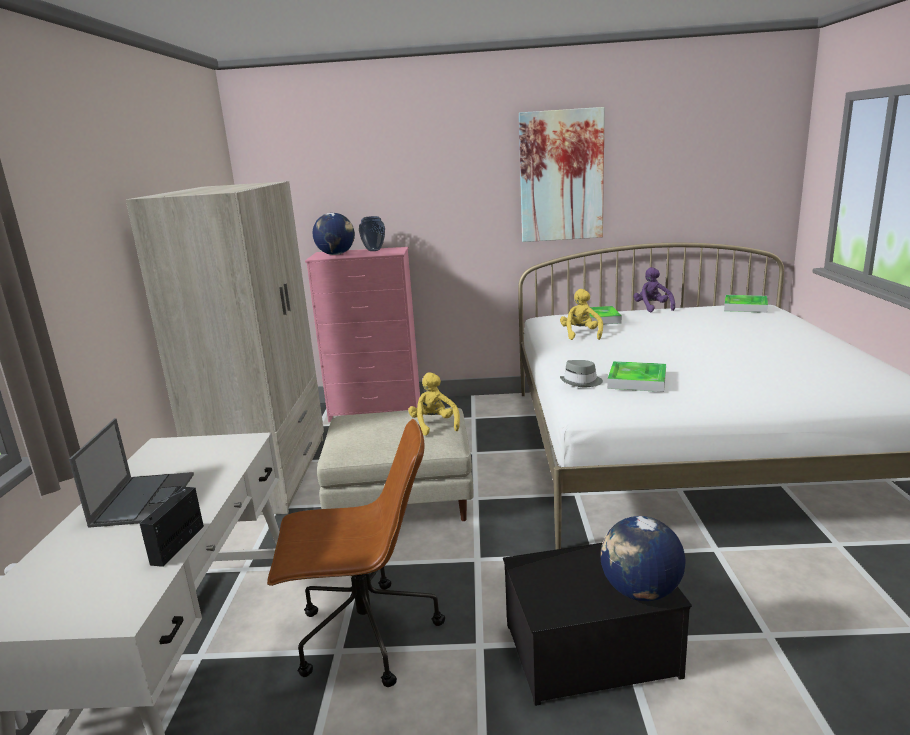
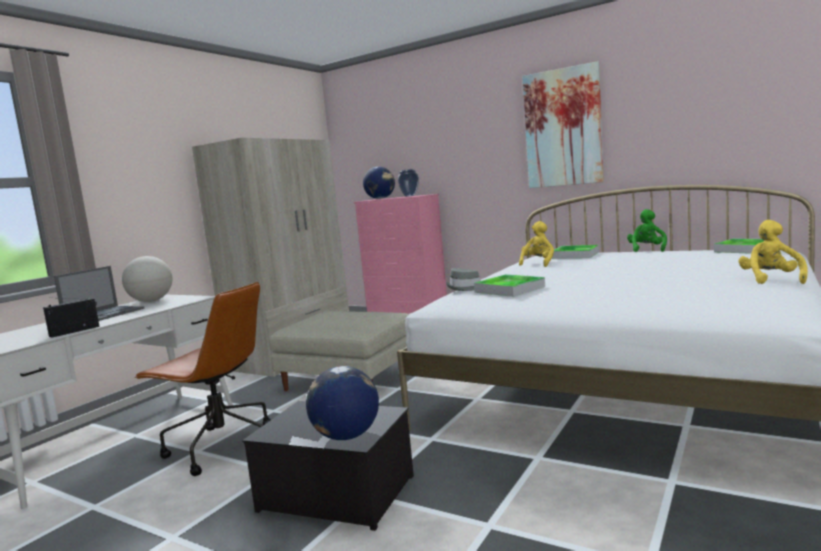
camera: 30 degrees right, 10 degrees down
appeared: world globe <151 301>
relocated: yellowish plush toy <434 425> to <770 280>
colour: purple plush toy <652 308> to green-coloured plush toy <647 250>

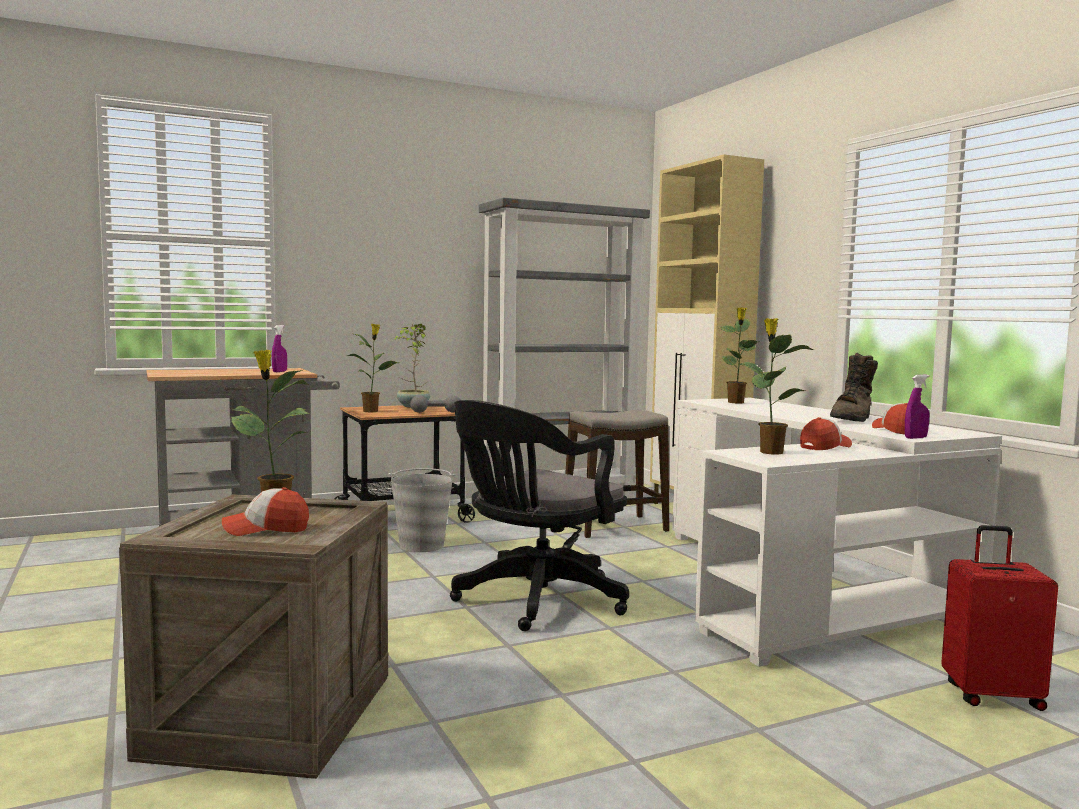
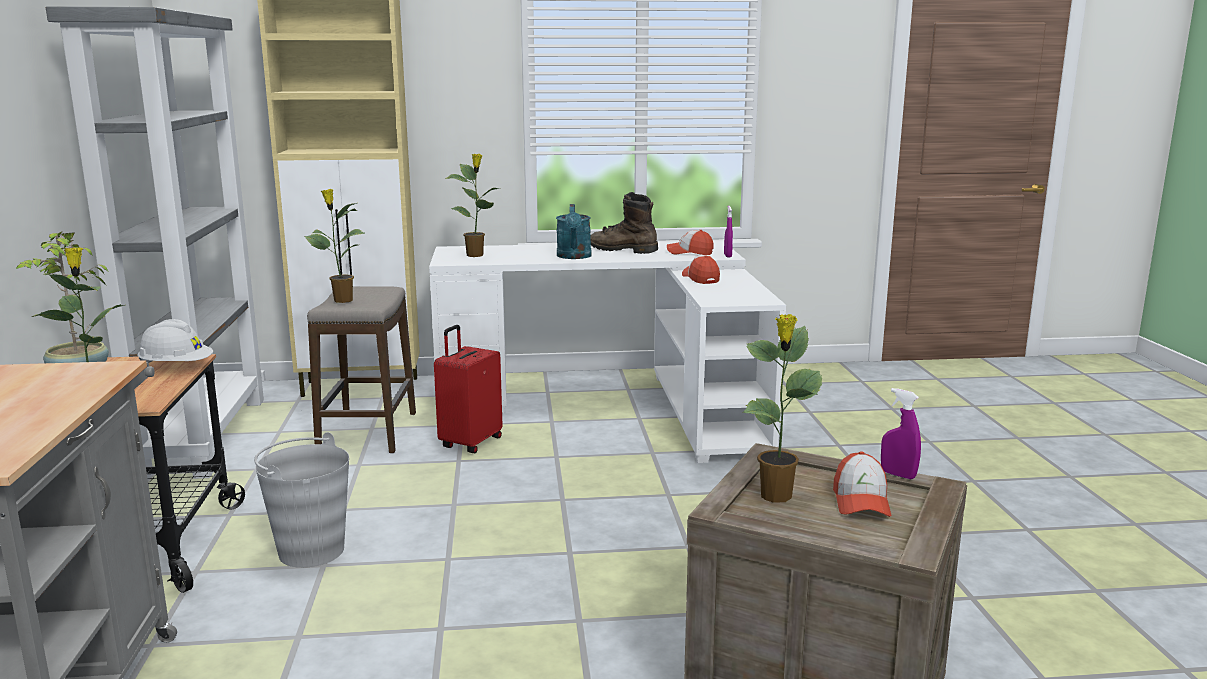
camera: 70 degrees left, 10 degrees up
missing: black computer chair <534 601>
appeared: turquoise-coloured watering can <574 257>
relocated: purple spray bottle <279 371> to <898 475>; houseplant <770 452> to <342 300>; red-coloured suitcase <991 695> to <470 443>
exchanged: greyish dumbbell <436 412> to whitish safety helmet <177 367>
spun: brown-coloured high-top boot <852 419> = <622 250> 150 degrees clockwise

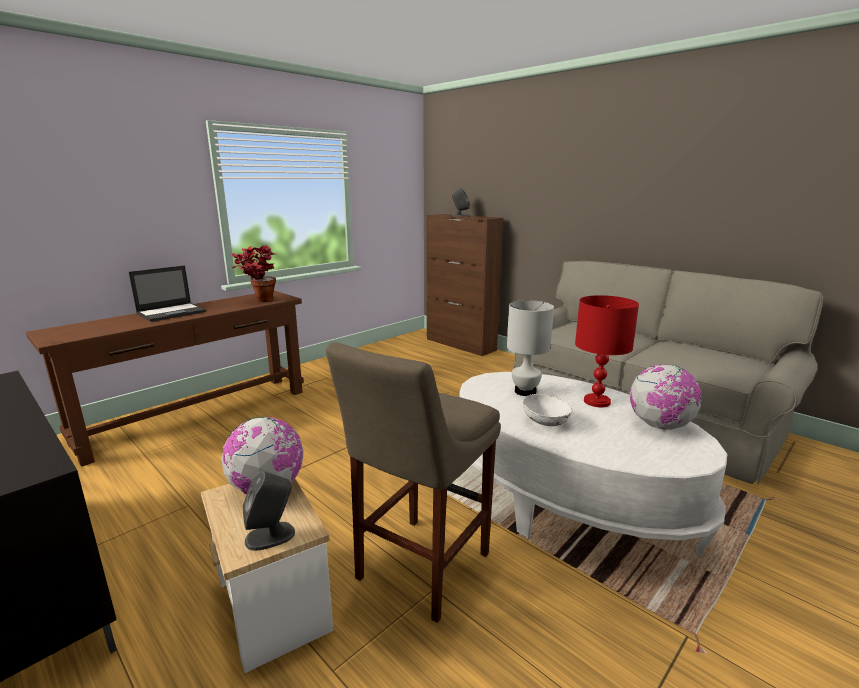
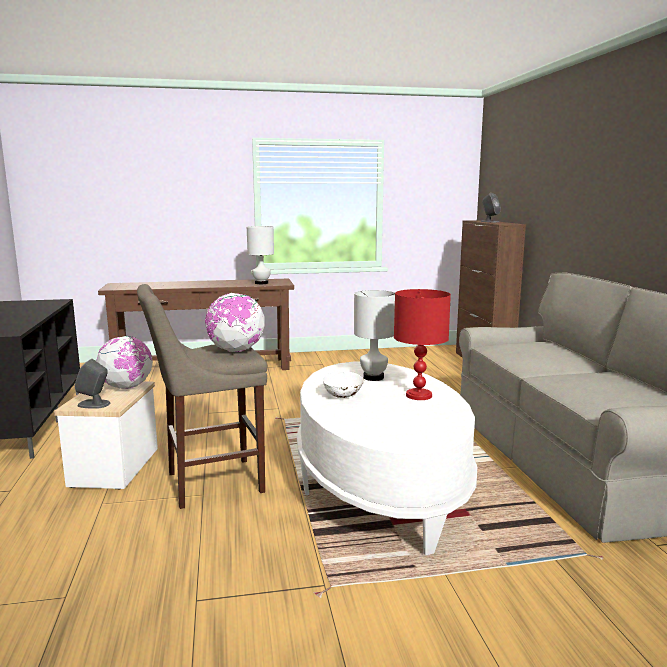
camera: 35 degrees right, 5 degrees down
missing: notebook computer <172 312>
relocated: world globe <660 426> to <236 351>
exchanged: houseplant <259 301> to whitish lamp for a table <261 283>

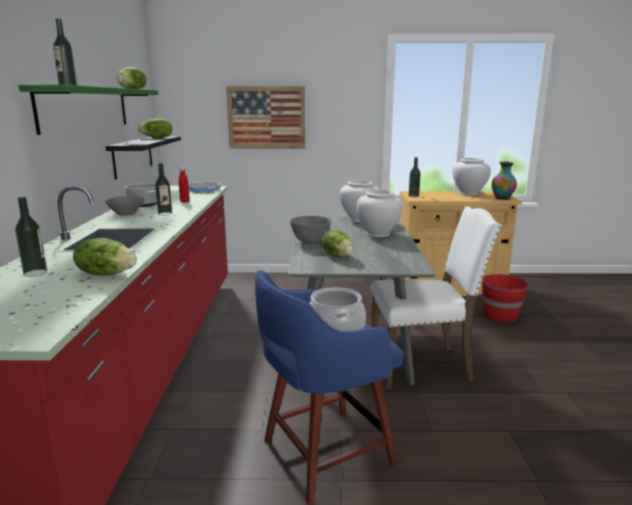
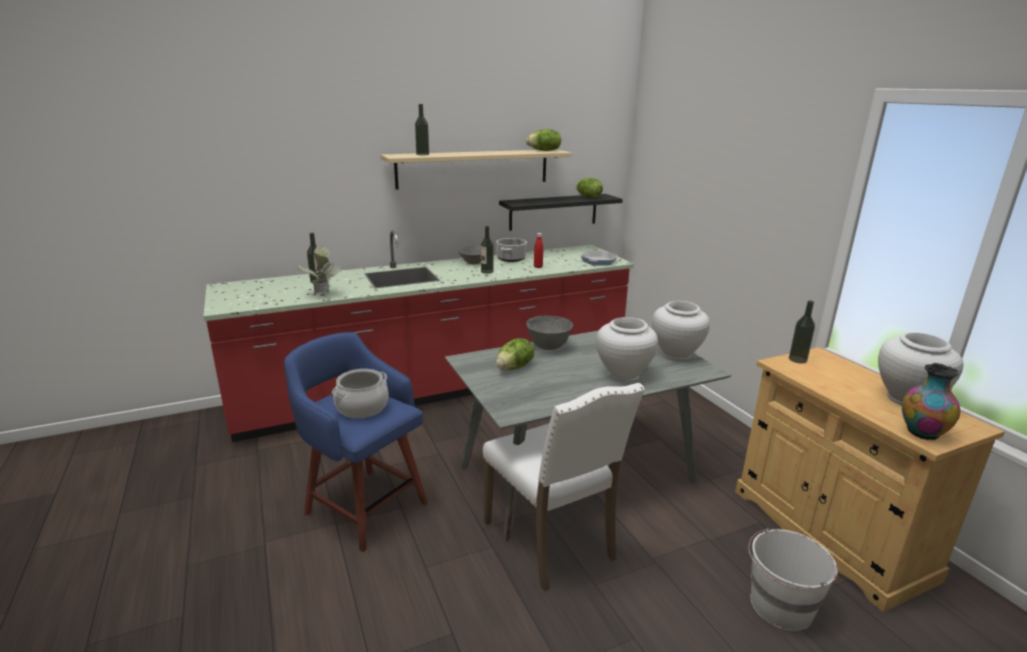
camera: 65 degrees right, 5 degrees up
missing: wall picture <266 117>
exchanged: lettuce <106 273> to houseplant <322 295>
colour: green-coloured wall shelf <86 108> to beige-coloured wall shelf <473 168>; red-coloured water bucket <500 316> to whitish water bucket <780 606>

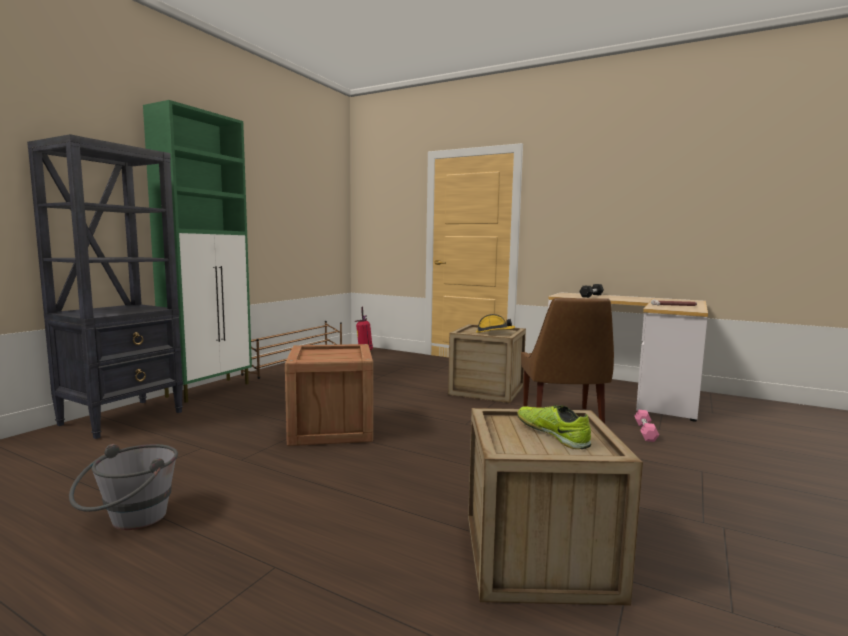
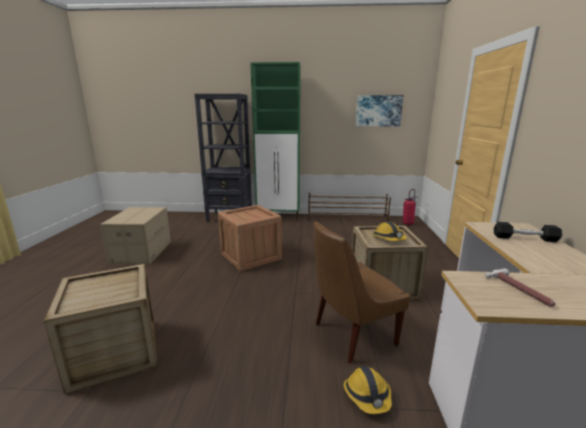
camera: 65 degrees right, 10 degrees up
missing: item of footwear <552 434>
appeared: wall picture <378 110>
exchanged: greyish water bucket <129 522> to cardboard box <141 252>; pink dumbbell <645 431> to safety helmet <367 395>

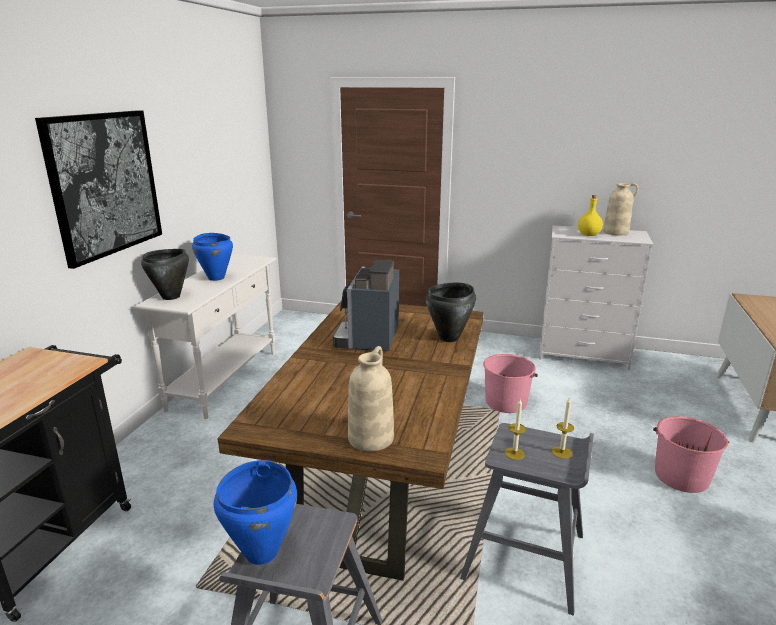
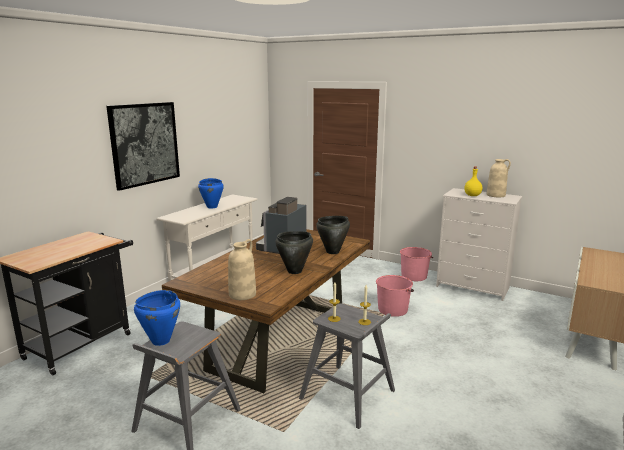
camera: 15 degrees right, 5 degrees down
relocated: black stockpot <171 297> to <295 271>; pink water bucket <681 476> to <414 276>

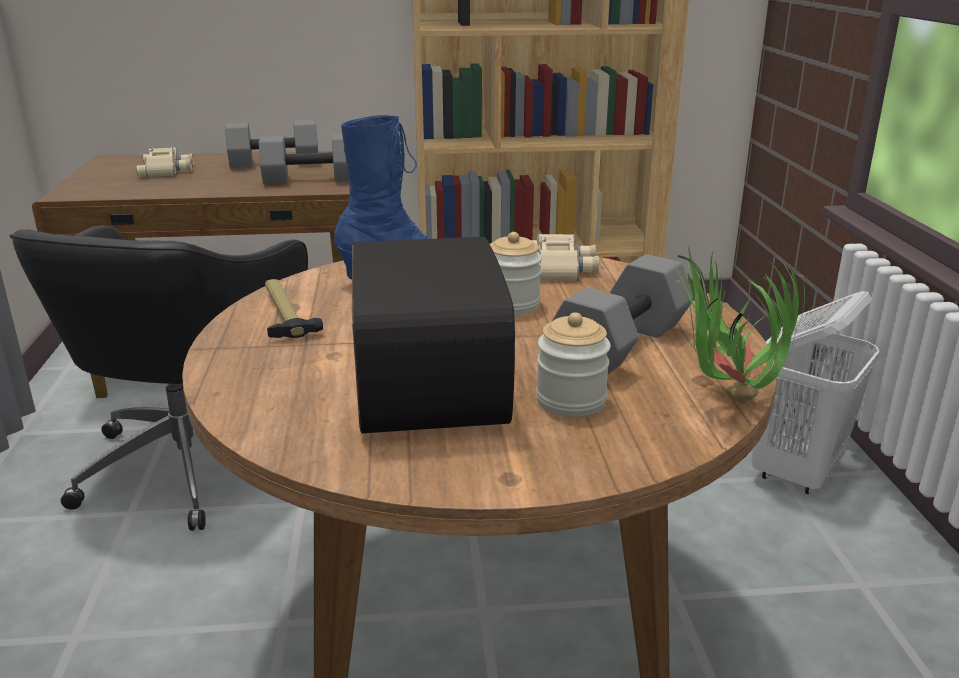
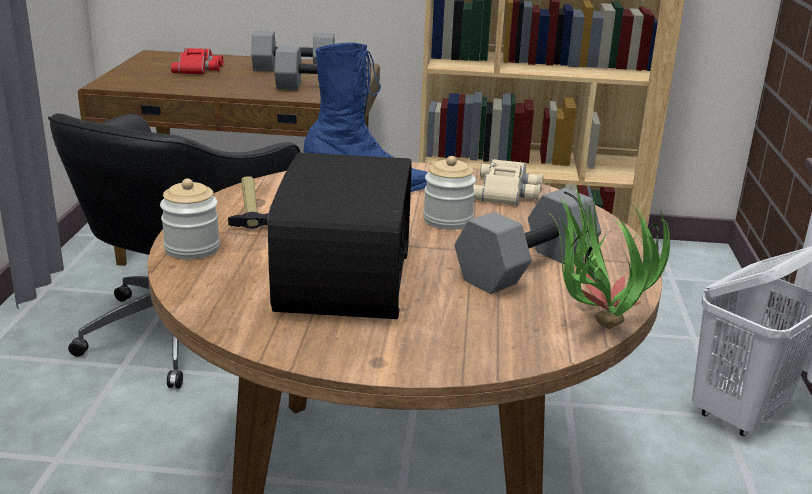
camera: 10 degrees right, 0 degrees up
relocated: jar <571 401> to <192 248>
colour: beige-coloured pair of binoculars <167 170> to red-coloured pair of binoculars <199 68>

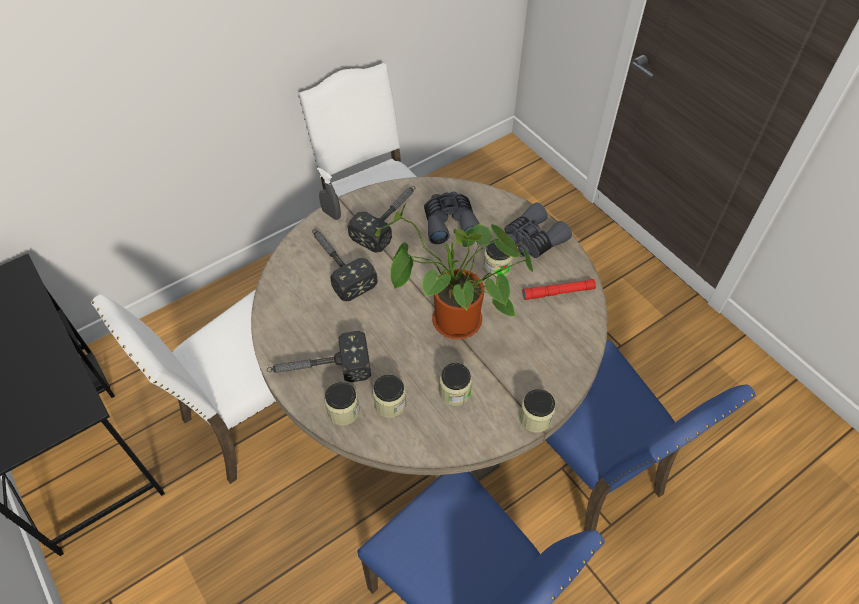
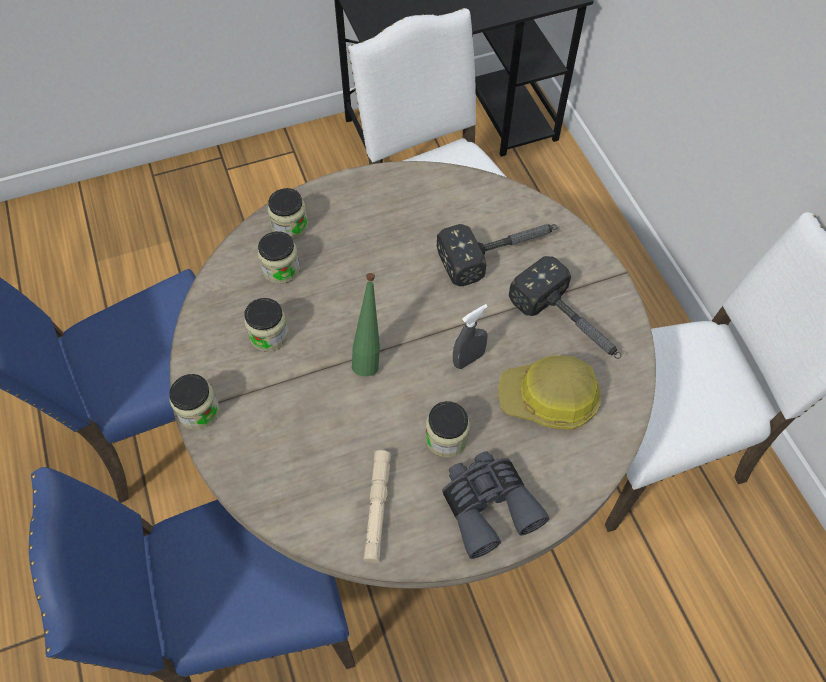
camera: 105 degrees right, 5 degrees up
missing: hammer <319 369>
relocated: greyish spray bottle <331 214> to <468 359>
exchanged: houseplant <451 323> to green-coloured drink bottle <369 356>; greyish pair of binoculars <449 222> to safety helmet <549 399>
colour: red-coloured torch <558 292> to beige-coloured torch <377 508>

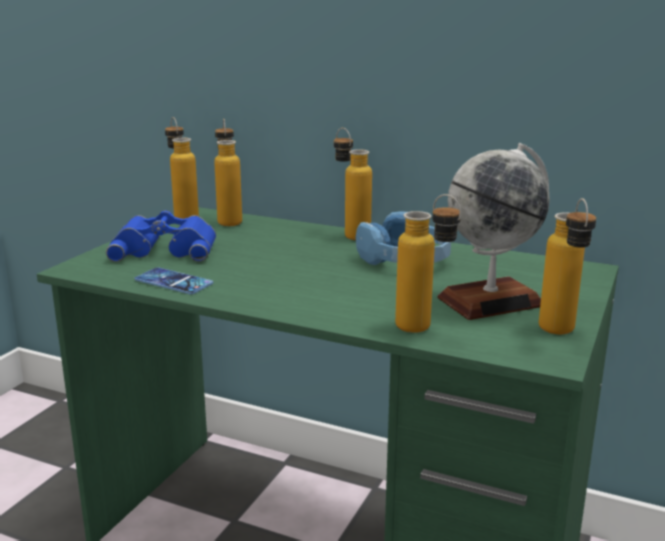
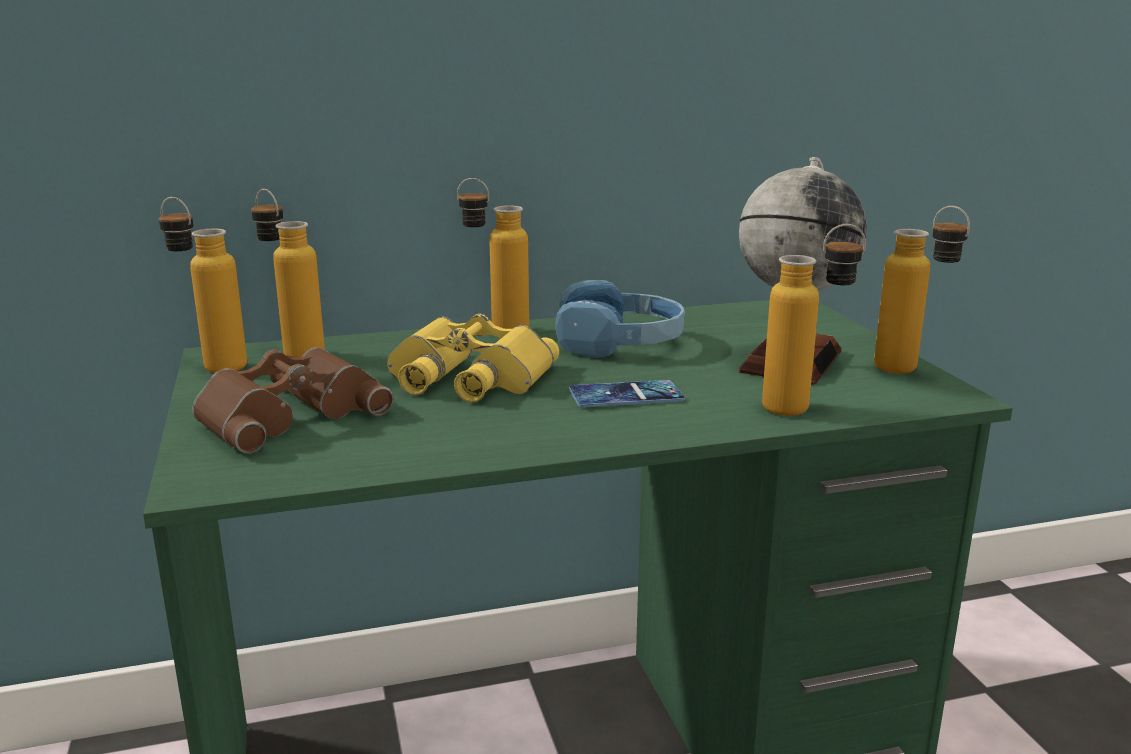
camera: 40 degrees left, 0 degrees up
appeared: yellowish pair of binoculars <467 377>
relocated: handset <173 282> to <626 395>
colour: blue-coloured pair of binoculars <166 248> to brown-coloured pair of binoculars <288 413>

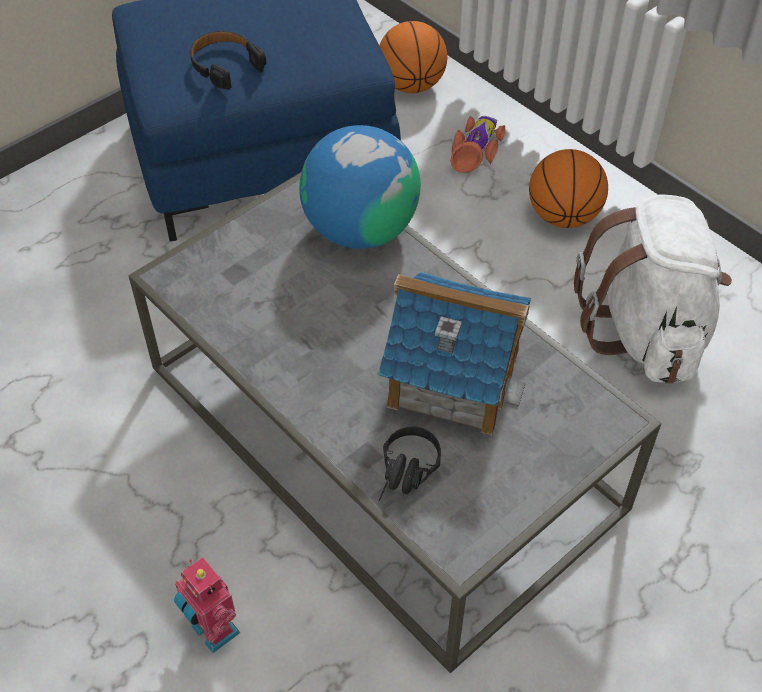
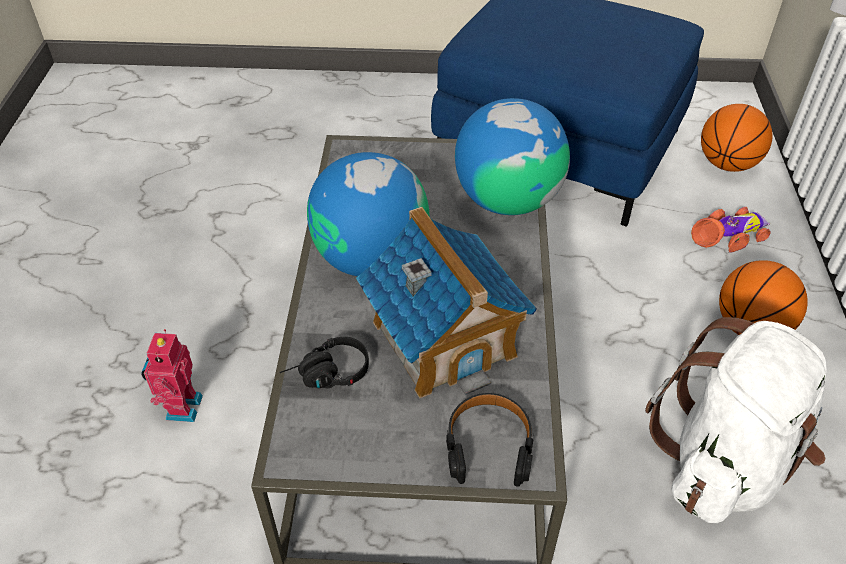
camera: 45 degrees right, 5 degrees down
appeared: world globe <371 258>
relocated: black headset <225 65> to <489 445>

